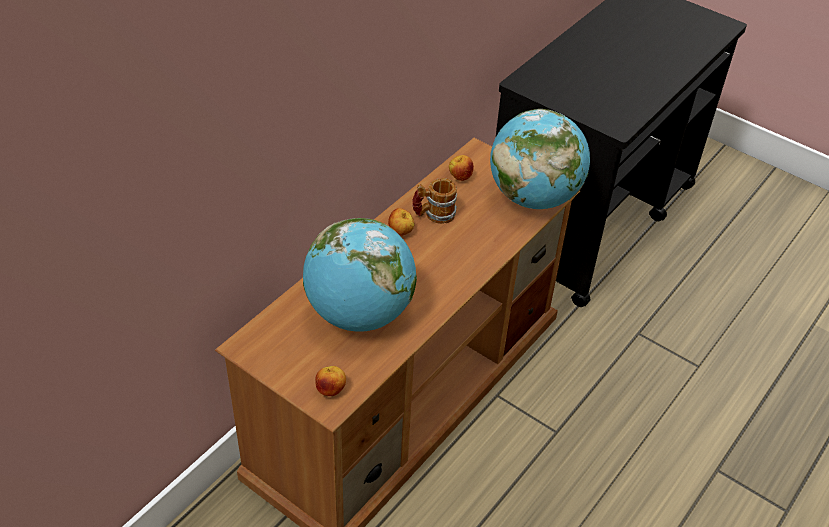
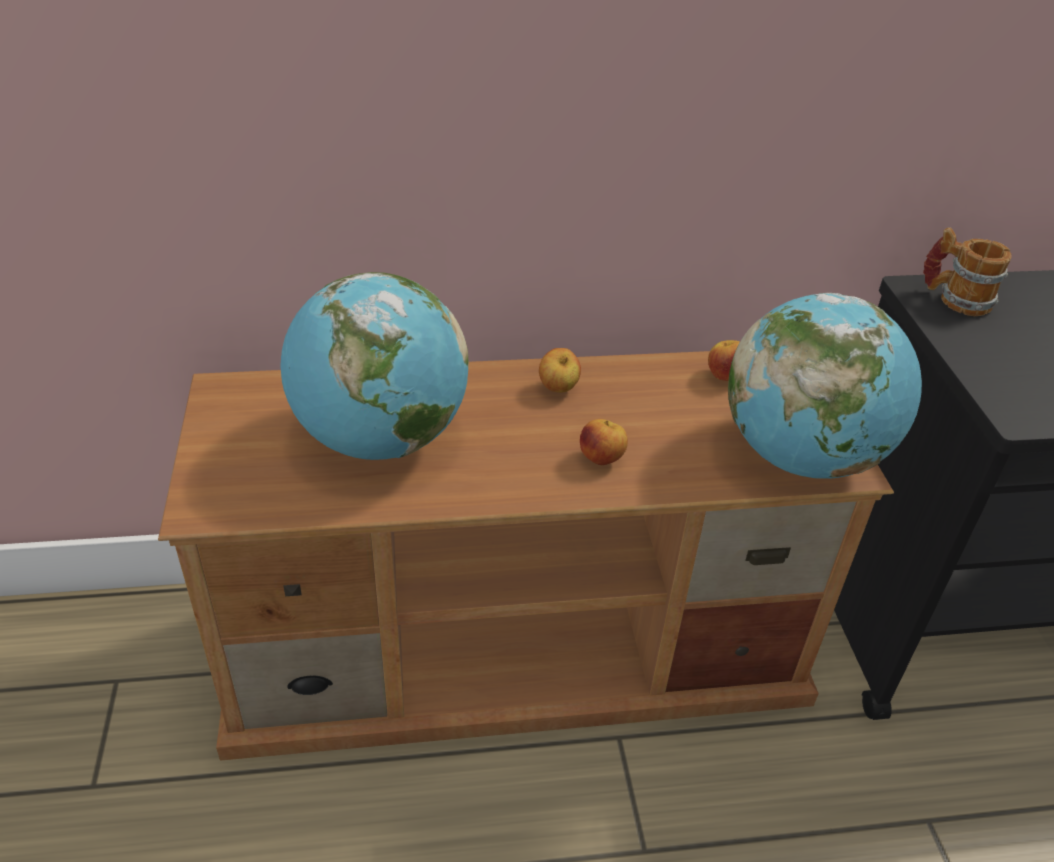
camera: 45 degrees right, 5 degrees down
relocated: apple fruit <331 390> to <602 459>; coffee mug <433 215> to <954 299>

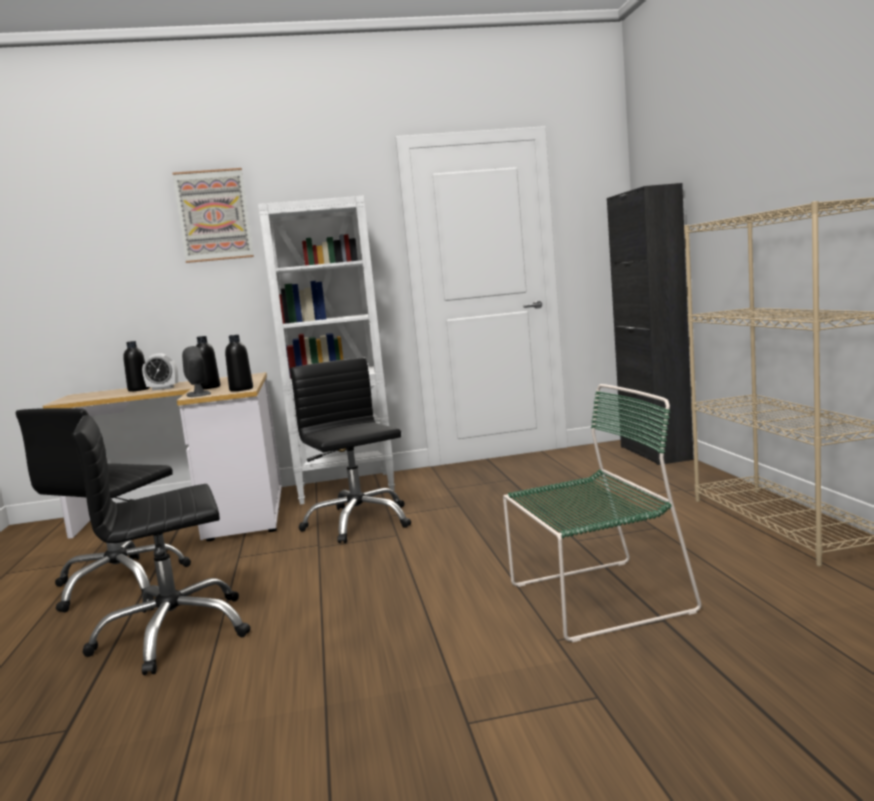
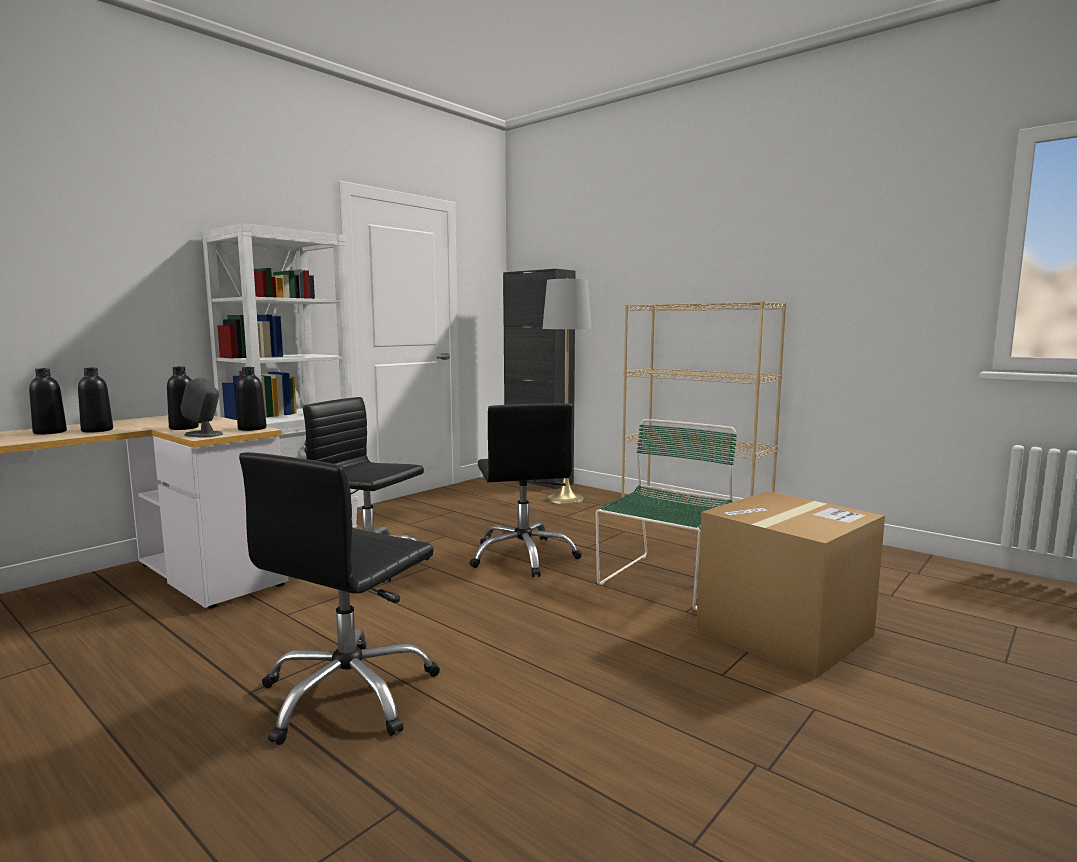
camera: 40 degrees left, 0 degrees up
missing: wall picture <214 215>
appeared: greyish standing lamp <565 499>; cardboard box <784 632>
relocated: black computer chair <120 583> to <524 556>
exchanged: alarm clock <163 388> to black drink bottle <97 430>

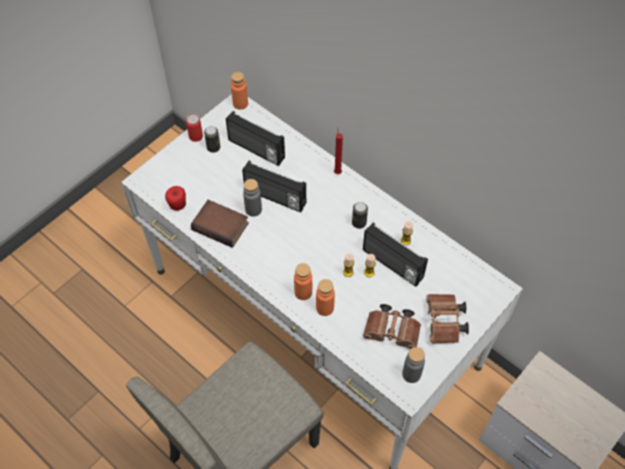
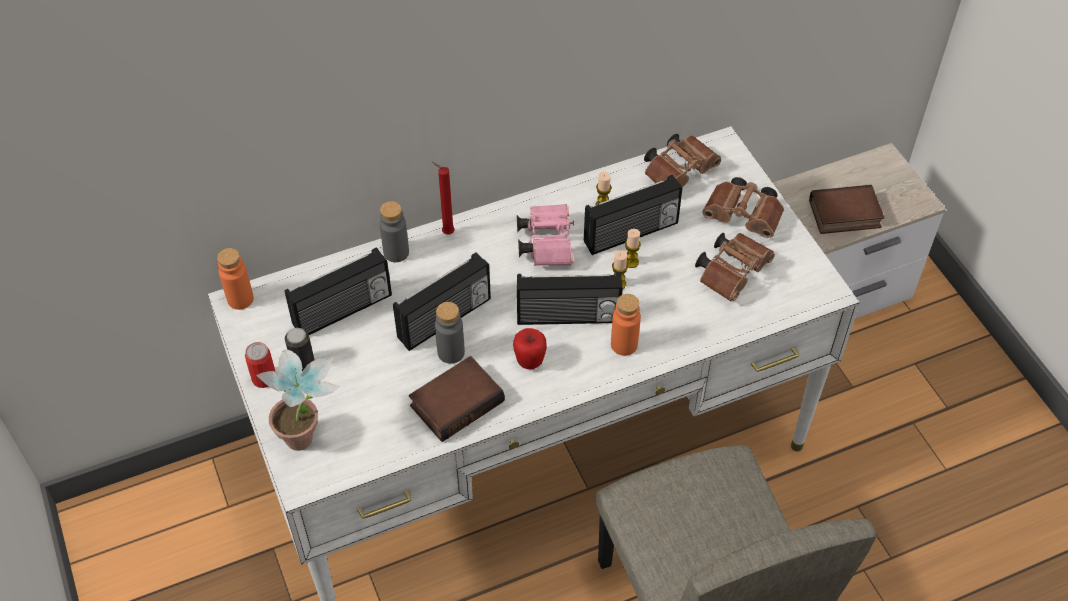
camera: 65 degrees left, 5 degrees down
missing: orangey drink bottle <325 308>
appeared: houseplant <309 438>; radio <568 317>; brown-coloured pair of binoculars <680 171>; book <844 215>
relocated: apple fruit <178 206> to <530 361>; greyish drink bottle <411 374> to <396 252>
exchanged: can <359 223> to pink pair of binoculars <546 242>

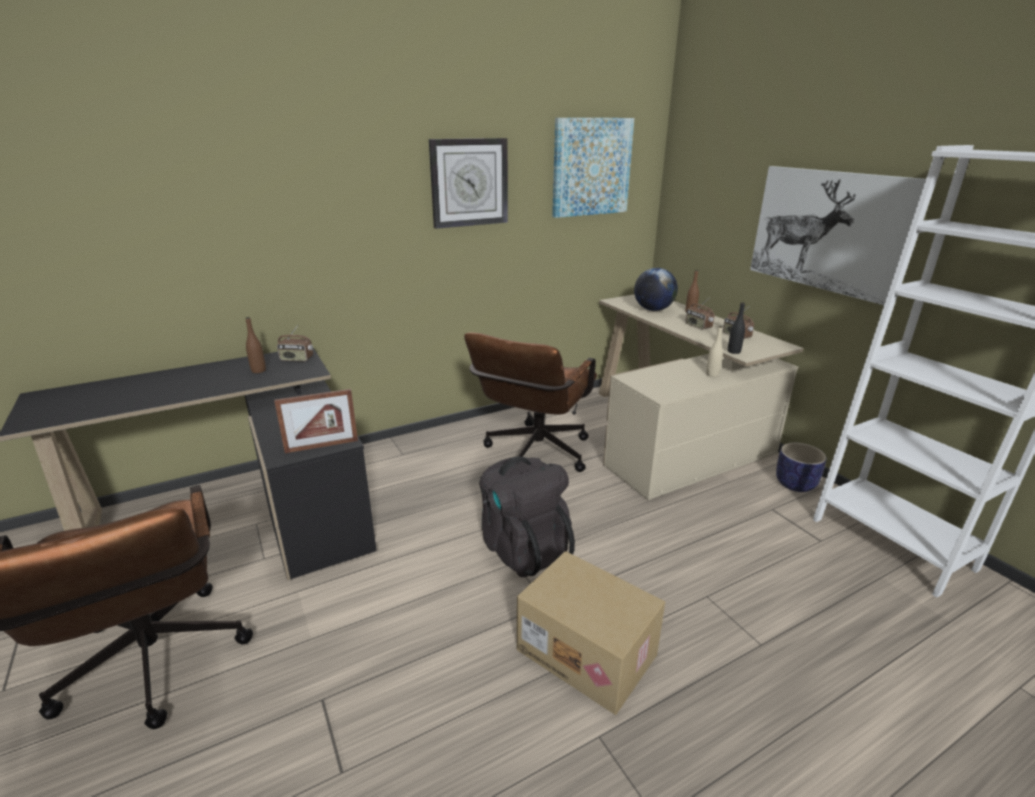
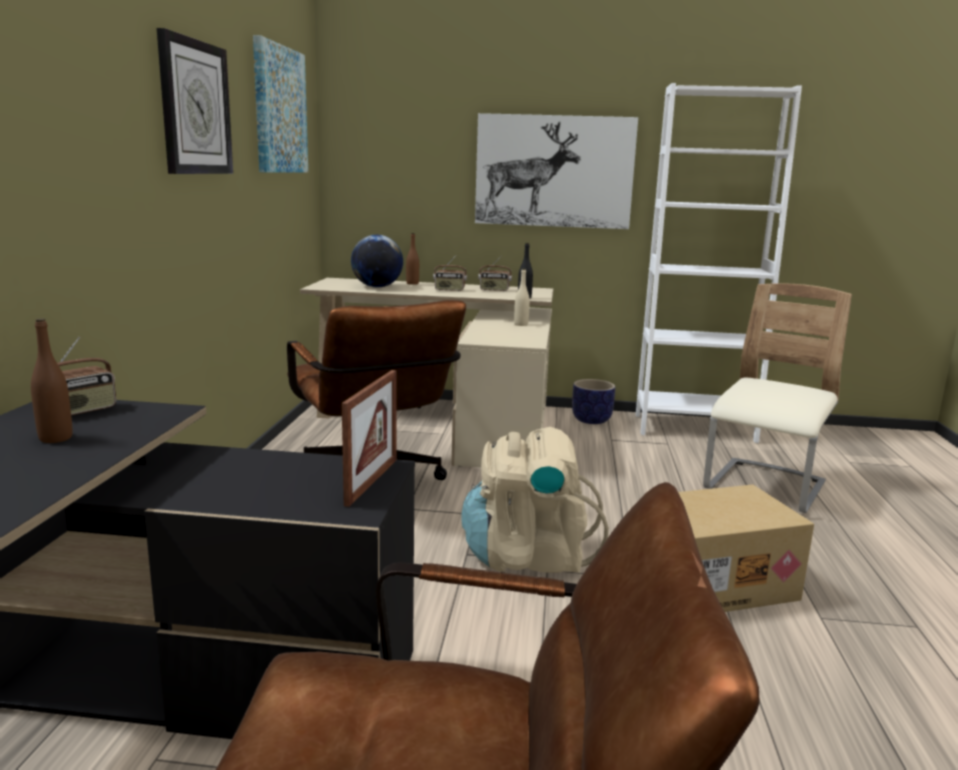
camera: 55 degrees left, 10 degrees down
appeared: beige-coloured upright chair <765 488>
colour: black backpack <523 547> to beige-coloured backpack <528 556>

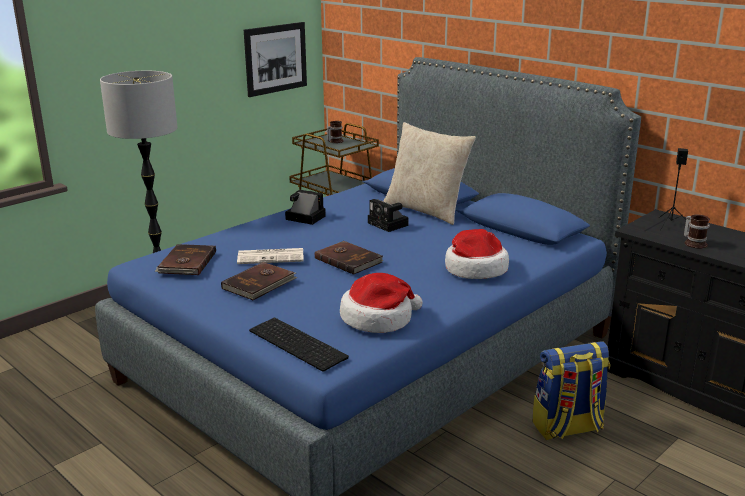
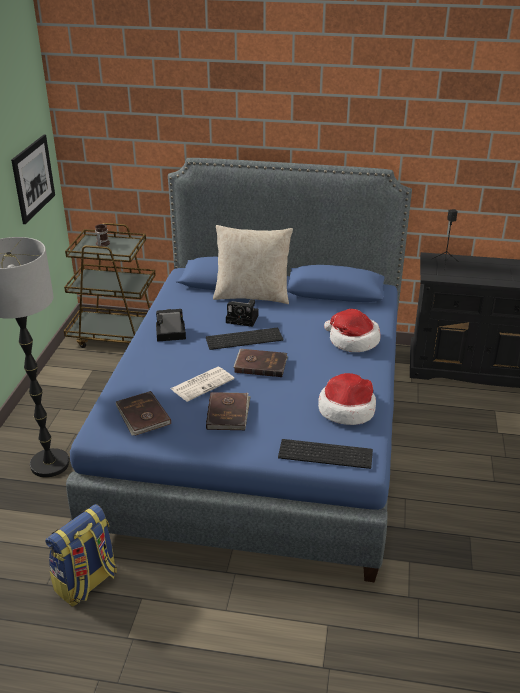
camera: 35 degrees left, 10 degrees up
missing: coffee mug <695 243>
appeared: computer keyboard <244 338>
relocated: backpack <567 428> to <86 583>

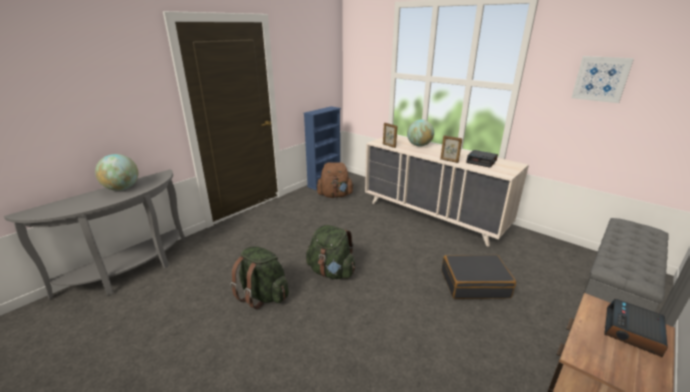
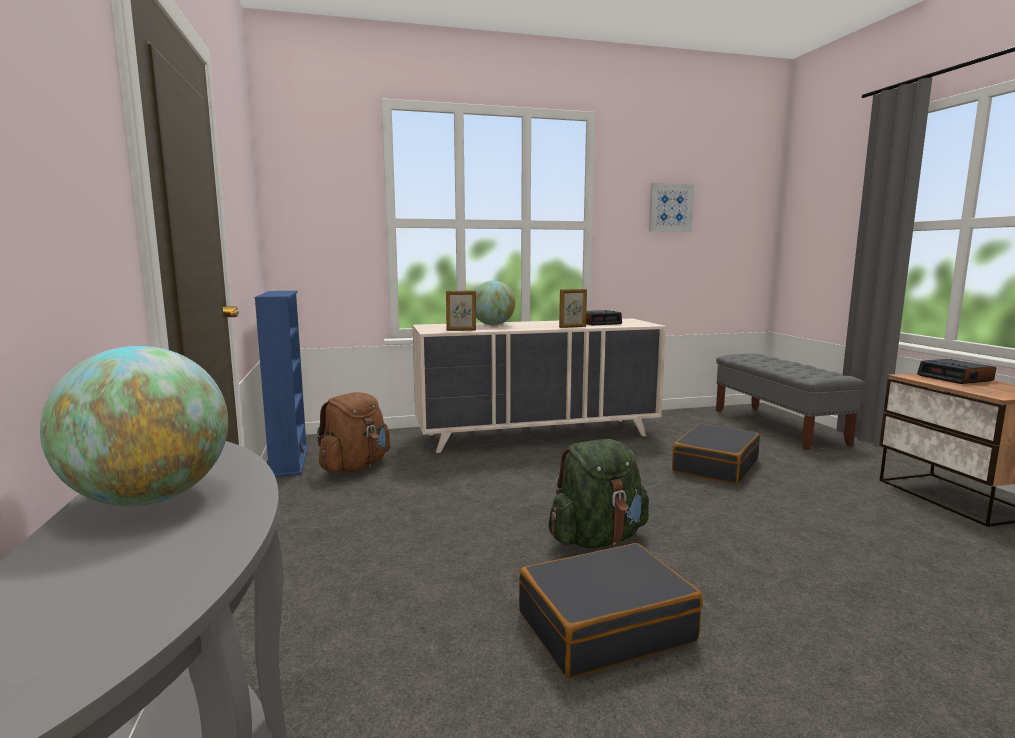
camera: 55 degrees left, 15 degrees down
exchanged: green-coloured backpack <263 295> to black suitcase <605 626>

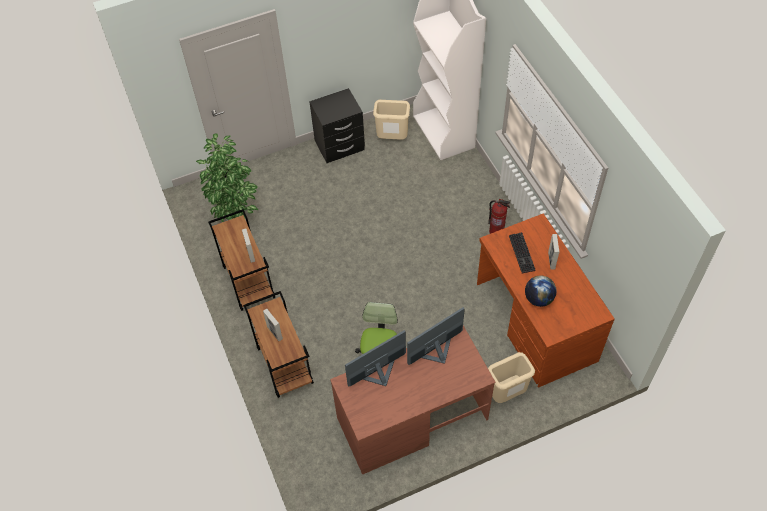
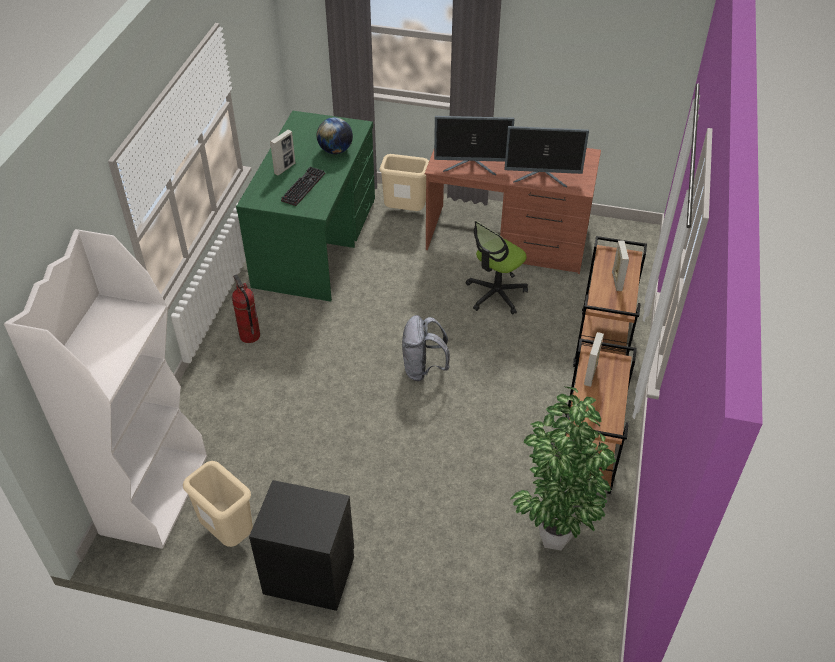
camera: 145 degrees left, 10 degrees down
appeared: greyish backpack <423 369>
colour: brown-coloured desk unit <535 322> to green-coloured desk unit <316 243>

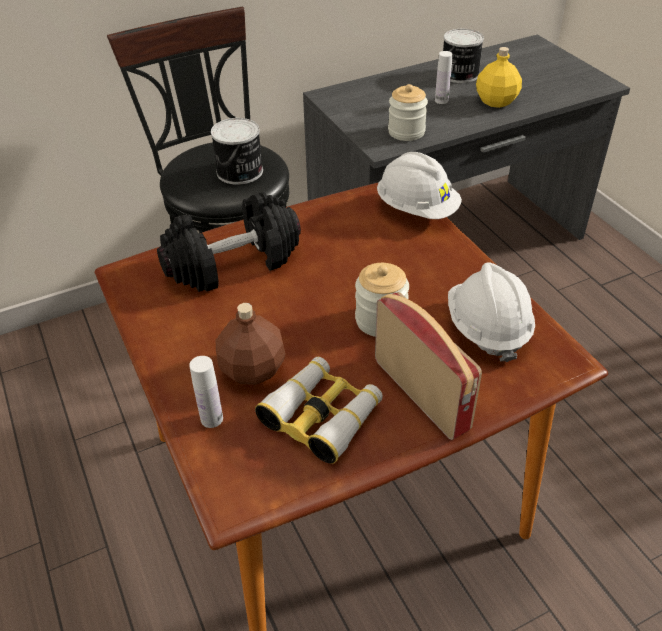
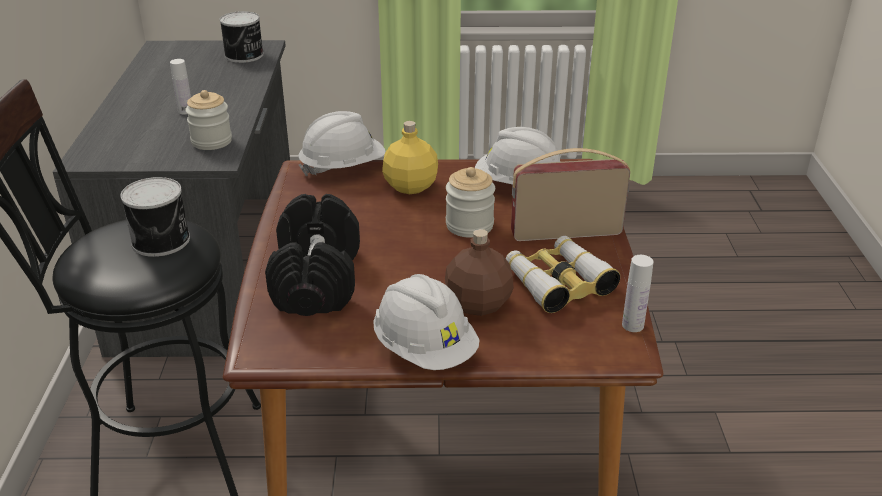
camera: 65 degrees left, 10 degrees down
appeared: whitish safety helmet <425 350>
relocated: whitish drink bottle <212 419> to <632 325>; can <459 74> to <244 55>; yellowish drink bottle <496 101> to <411 186>

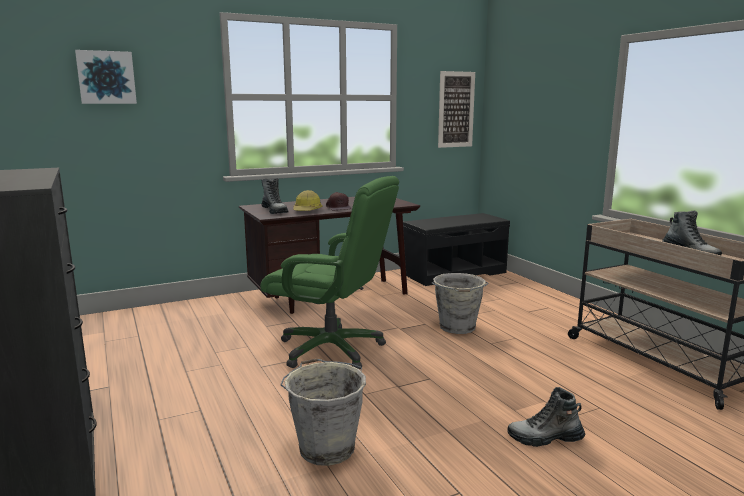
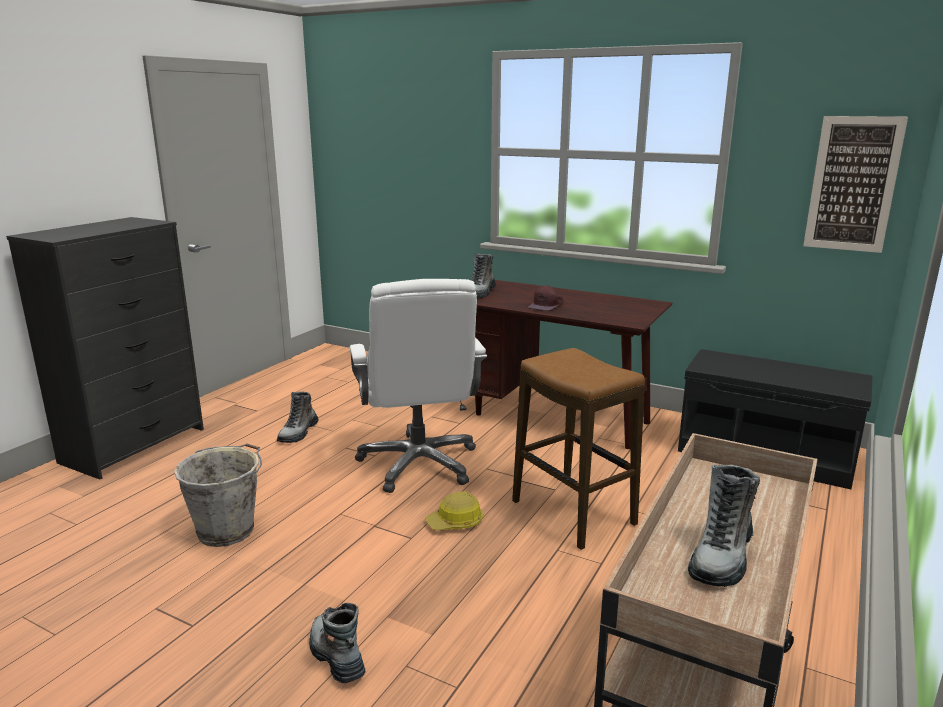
camera: 55 degrees right, 5 degrees up
missing: wall picture <106 77>
appeared: high-top boot <298 433>
relocated: safety helmet <307 211> to <456 522>
exchanged: greyish water bucket <457 328> to sitting stool <573 513>
colour: green-coloured computer chair <332 349> to whitish computer chair <419 463>

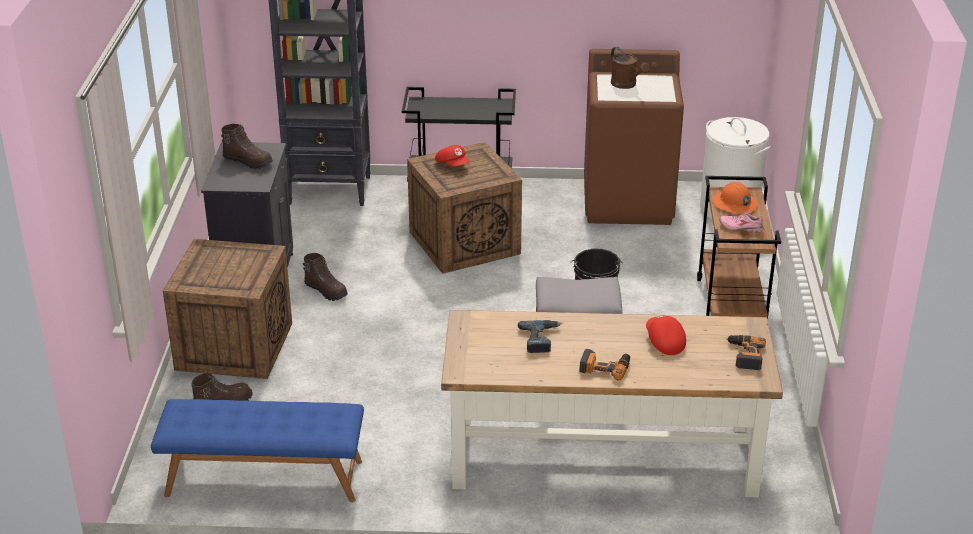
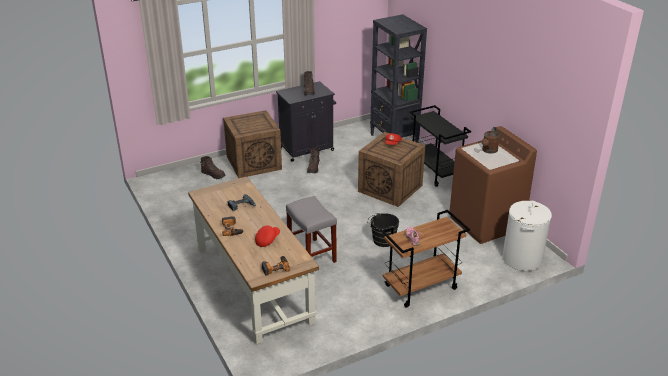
camera: 60 degrees right, 0 degrees up
missing: blue-coloured indoor bench <264 479>; orangey safety helmet <735 204>

